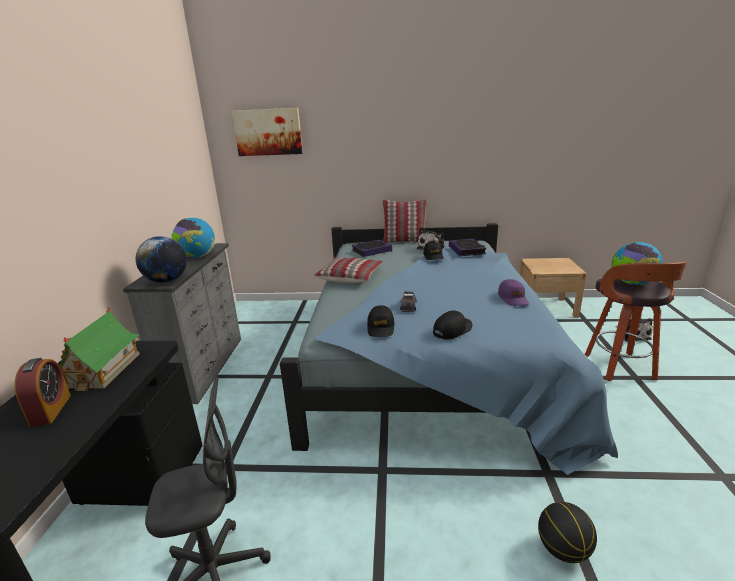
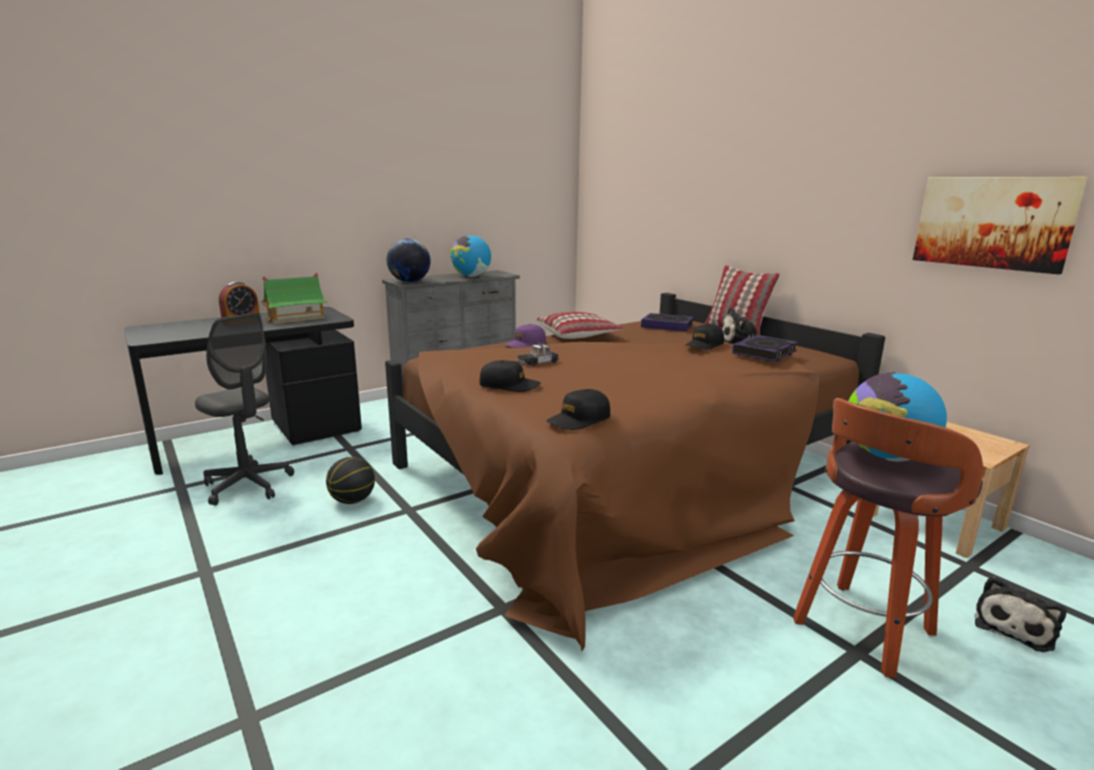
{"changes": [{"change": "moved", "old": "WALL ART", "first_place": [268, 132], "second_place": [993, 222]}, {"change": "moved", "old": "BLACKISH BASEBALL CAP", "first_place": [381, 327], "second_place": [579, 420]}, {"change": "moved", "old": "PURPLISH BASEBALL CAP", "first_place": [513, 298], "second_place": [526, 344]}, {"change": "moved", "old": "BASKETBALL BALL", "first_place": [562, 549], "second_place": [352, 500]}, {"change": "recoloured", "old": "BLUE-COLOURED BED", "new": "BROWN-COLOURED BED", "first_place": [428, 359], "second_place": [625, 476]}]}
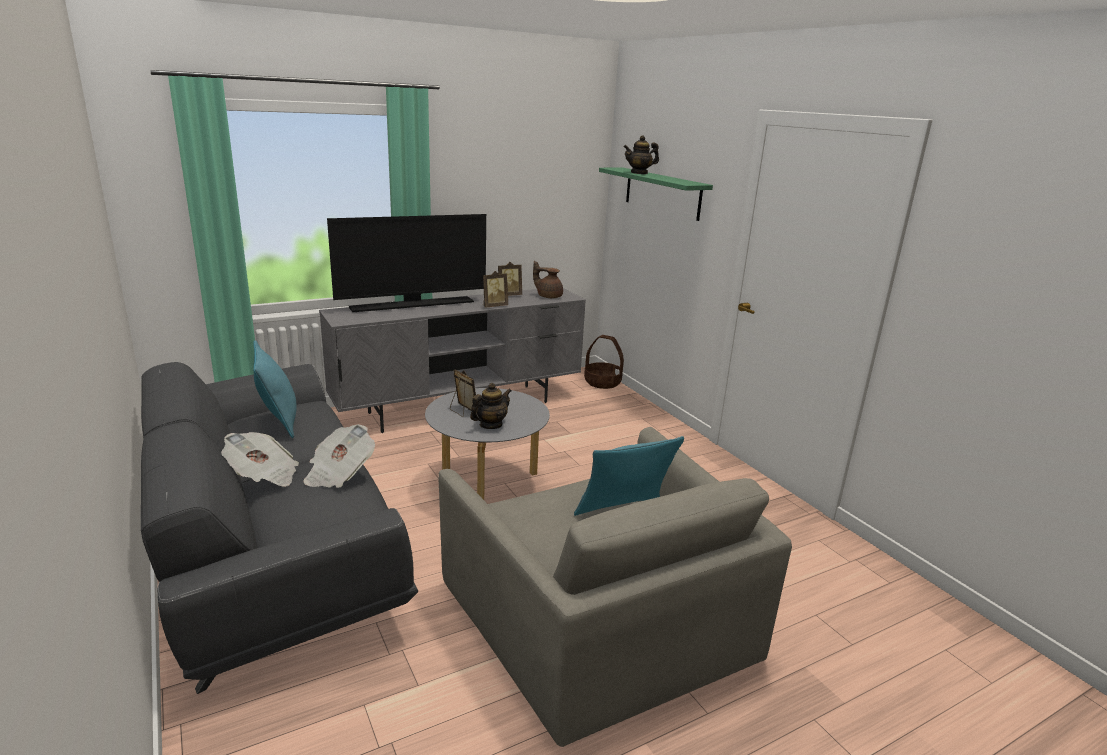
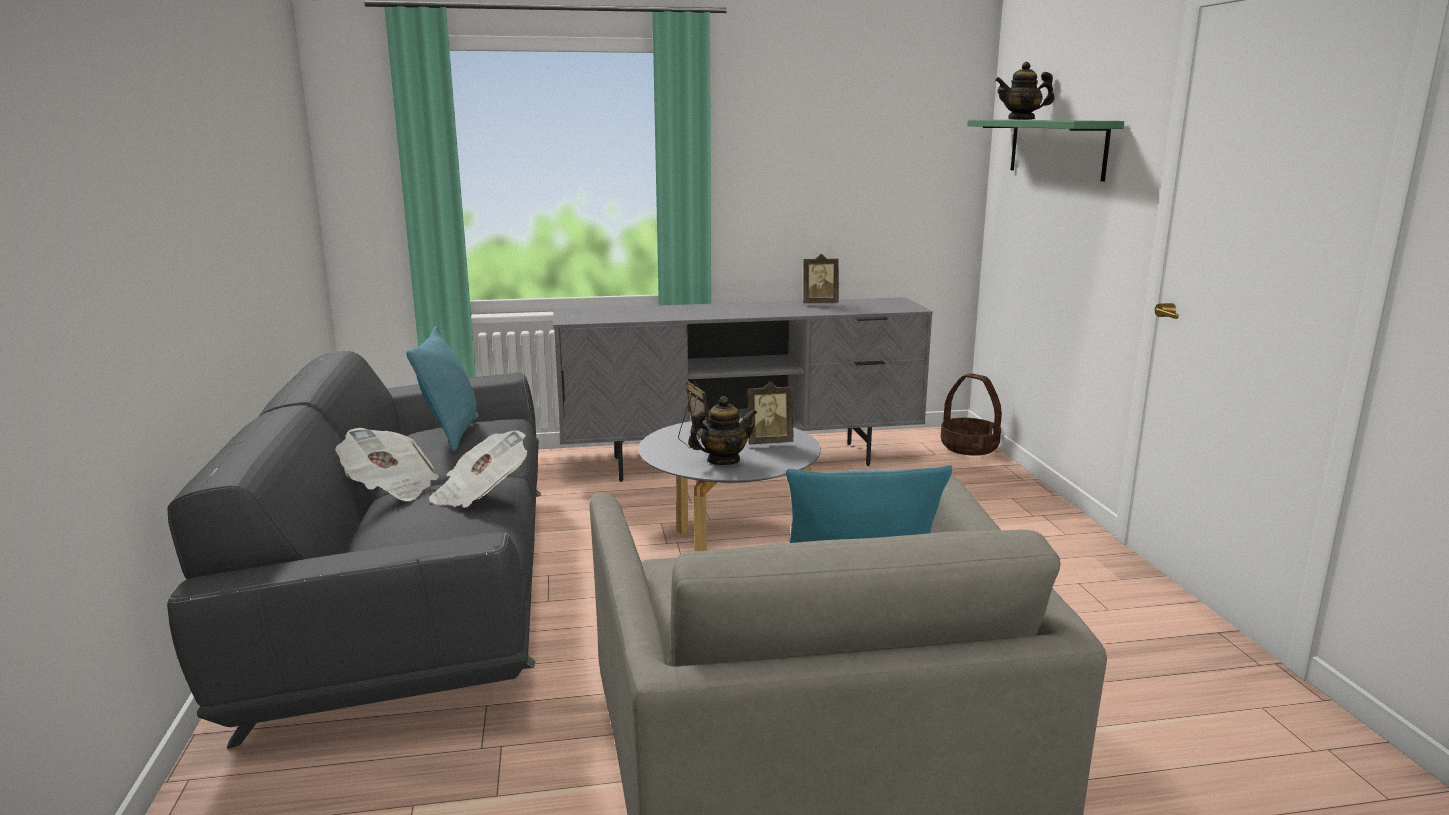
{"changes": [{"change": "removed", "old": "TV", "first_place": [413, 305]}, {"change": "removed", "old": "BROWN-COLOURED TEA POT", "first_place": [548, 296]}, {"change": "moved", "old": "PICTURE FRAME", "first_place": [494, 306], "second_place": [768, 442]}]}
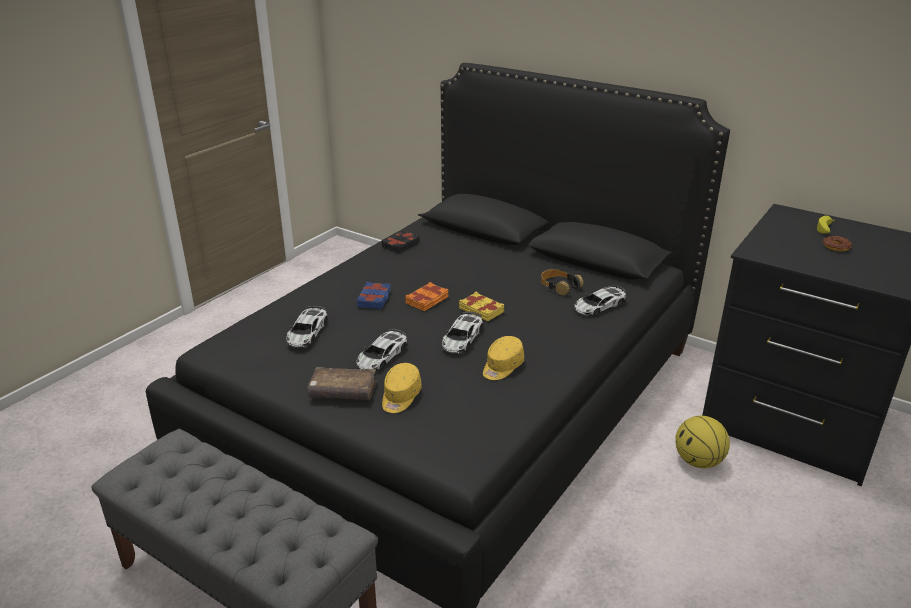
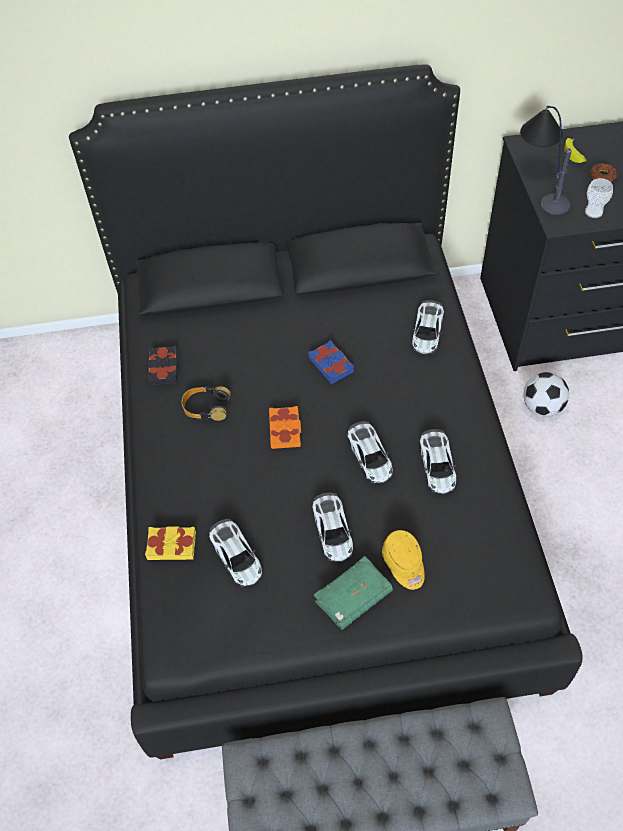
{"changes": [{"change": "added", "new": "TABLE LAMP", "second_place": [540, 185]}, {"change": "added", "new": "CUP", "second_place": [593, 212]}, {"change": "moved", "old": "BLUE-COLOURED BOUND BOOK", "first_place": [374, 299], "second_place": [331, 364]}, {"change": "moved", "old": "YELLOWISH BOUND BOOK", "first_place": [481, 310], "second_place": [171, 545]}, {"change": "moved", "old": "PAIR OF HEADPHONES", "first_place": [559, 286], "second_place": [206, 407]}, {"change": "replaced", "old": "YELLOWISH BASEBALL CAP", "new": "MODEL CAR", "first_place": [502, 367], "second_place": [437, 465]}, {"change": "replaced", "old": "BASKETBALL BALL", "new": "BALL FOR FOOTBALL", "first_place": [698, 461], "second_place": [542, 407]}, {"change": "recoloured", "old": "BROWN-COLOURED BOUND BOOK", "new": "GREEN BOUND BOOK", "first_place": [343, 392], "second_place": [353, 597]}]}
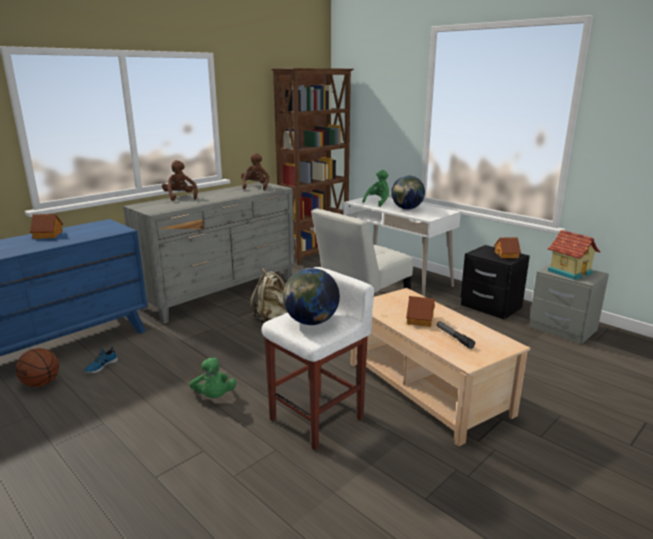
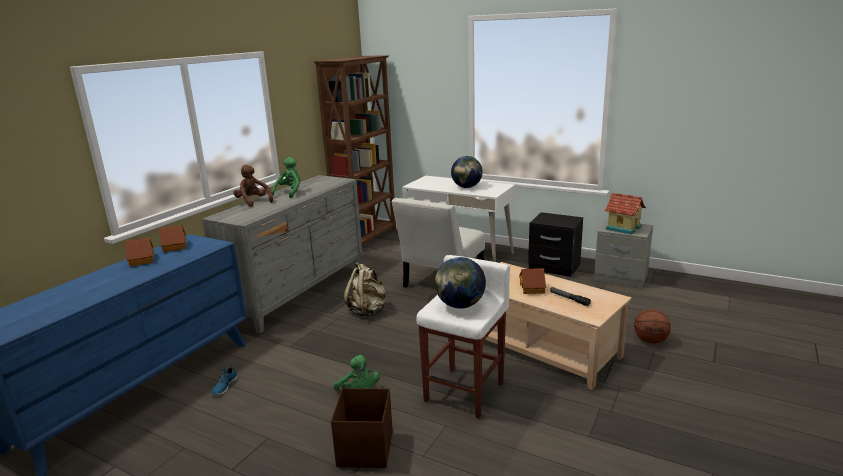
{"changes": [{"change": "removed", "old": "BROWN-COLOURED PLUSH TOY", "first_place": [255, 187]}, {"change": "added", "new": "BROWN-COLOURED STORAGE BIN", "second_place": [364, 450]}, {"change": "moved", "old": "BASKETBALL BALL", "first_place": [41, 383], "second_place": [650, 340]}, {"change": "moved", "old": "GREEN PLUSH TOY", "first_place": [378, 202], "second_place": [290, 193]}, {"change": "moved", "old": "MODEL HOUSE", "first_place": [506, 255], "second_place": [175, 246]}]}
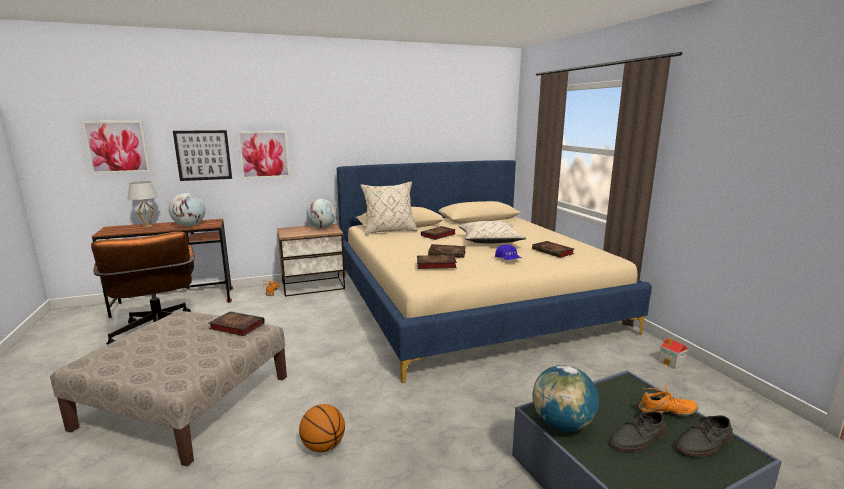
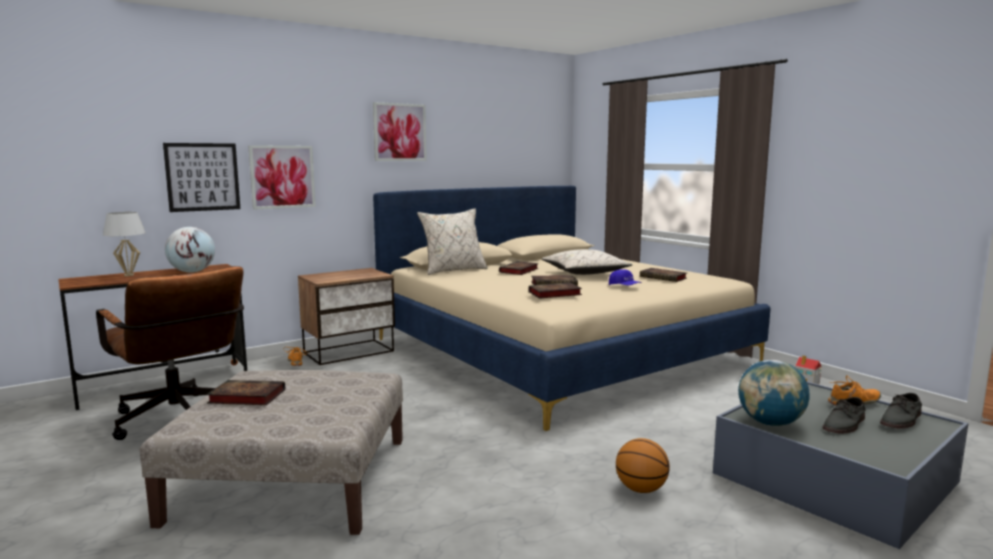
{"changes": [{"change": "removed", "old": "WORLD GLOBE", "first_place": [322, 228]}, {"change": "moved", "old": "WALL ART", "first_place": [117, 147], "second_place": [399, 132]}, {"change": "moved", "old": "BOUND BOOK", "first_place": [235, 326], "second_place": [245, 397]}, {"change": "moved", "old": "BASKETBALL BALL", "first_place": [323, 446], "second_place": [641, 489]}]}
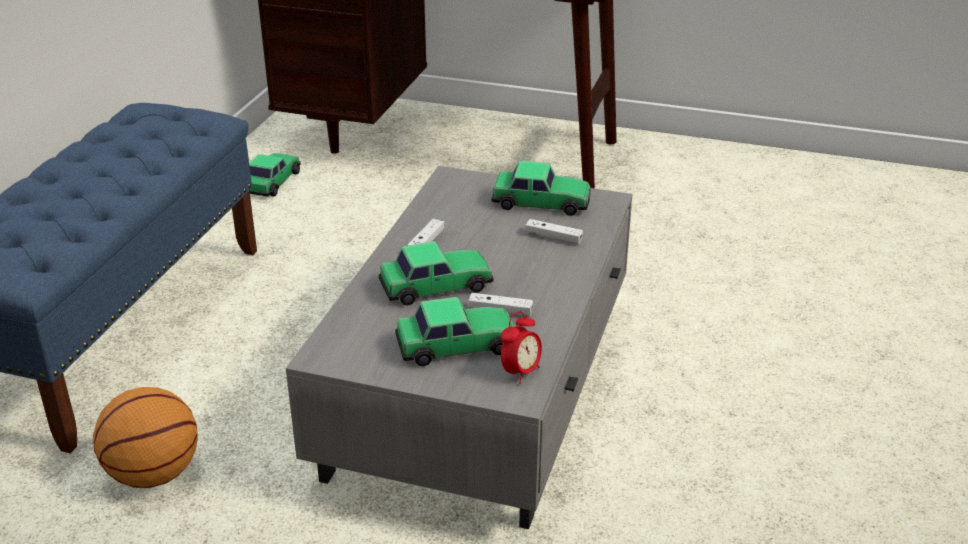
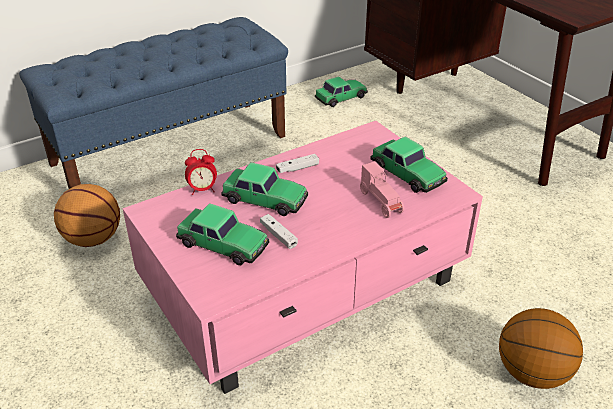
{"changes": [{"change": "added", "new": "BASKETBALL BALL", "second_place": [532, 373]}, {"change": "moved", "old": "ALARM CLOCK", "first_place": [520, 372], "second_place": [202, 190]}, {"change": "replaced", "old": "WHITE-COLOURED GAMEPAD", "new": "PINK MODEL CAR", "first_place": [553, 237], "second_place": [381, 202]}, {"change": "recoloured", "old": "GREY LOUNGE TABLE", "new": "PINK LOUNGE TABLE", "first_place": [482, 387], "second_place": [307, 285]}]}
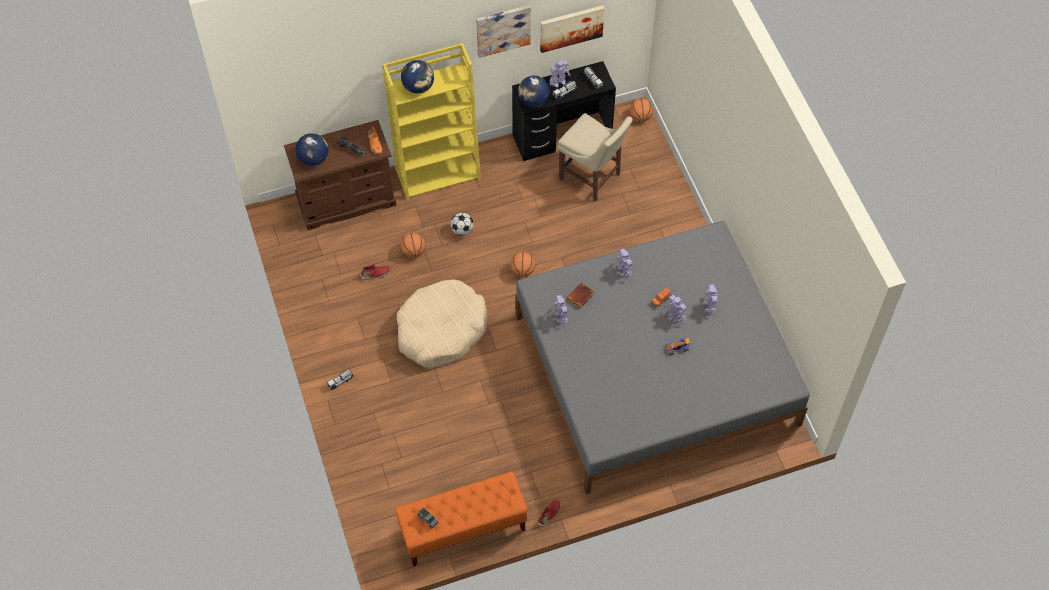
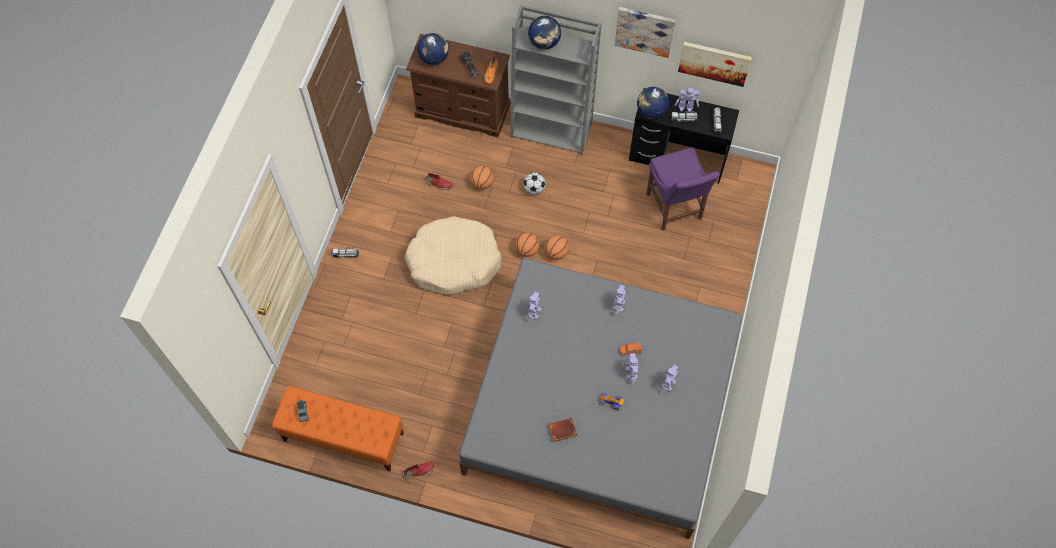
{"changes": [{"change": "moved", "old": "BROWN-COLOURED BOUND BOOK", "first_place": [580, 297], "second_place": [562, 432]}, {"change": "moved", "old": "BASKETBALL BALL", "first_place": [640, 117], "second_place": [527, 250]}, {"change": "recoloured", "old": "YELLOWISH SHELVING UNIT", "new": "GREY SHELVING UNIT", "first_place": [438, 172], "second_place": [552, 129]}, {"change": "recoloured", "old": "SAND-COLOURED UPRIGHT CHAIR", "new": "PURPLISH UPRIGHT CHAIR", "first_place": [592, 178], "second_place": [674, 209]}]}
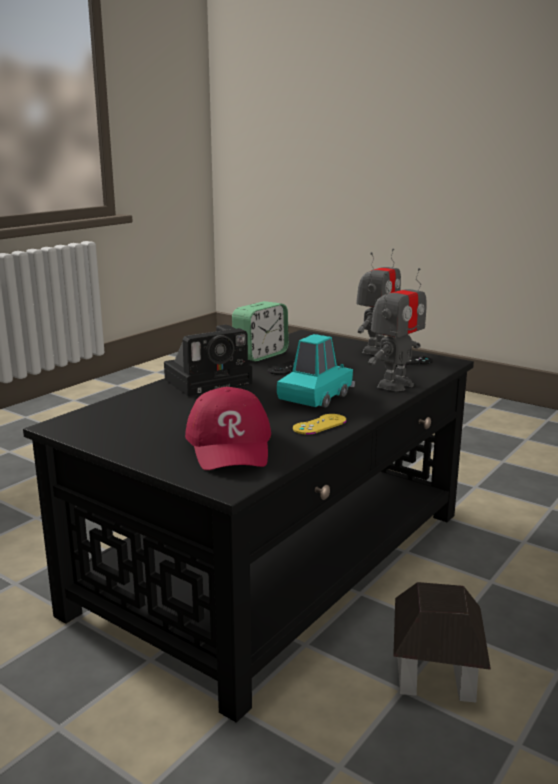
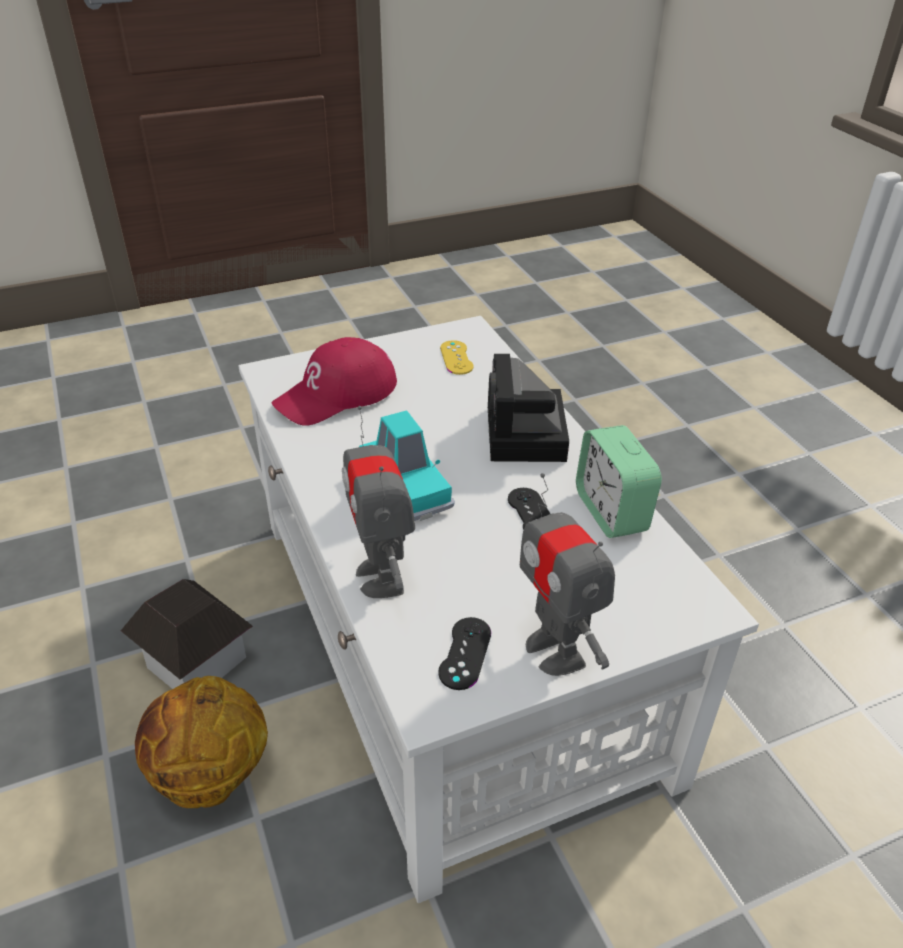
{"changes": [{"change": "added", "new": "BASKETBALL BALL", "second_place": [210, 775]}, {"change": "moved", "old": "YELLOWISH GAMEPAD", "first_place": [319, 424], "second_place": [456, 358]}, {"change": "recoloured", "old": "BLACKISH LOUNGE TABLE", "new": "WHITE-COLOURED LOUNGE TABLE", "first_place": [279, 560], "second_place": [451, 642]}, {"change": "turned", "old": "RED BASEBALL CAP", "first_place": [230, 445], "second_place": [337, 394], "degrees": -60}]}
